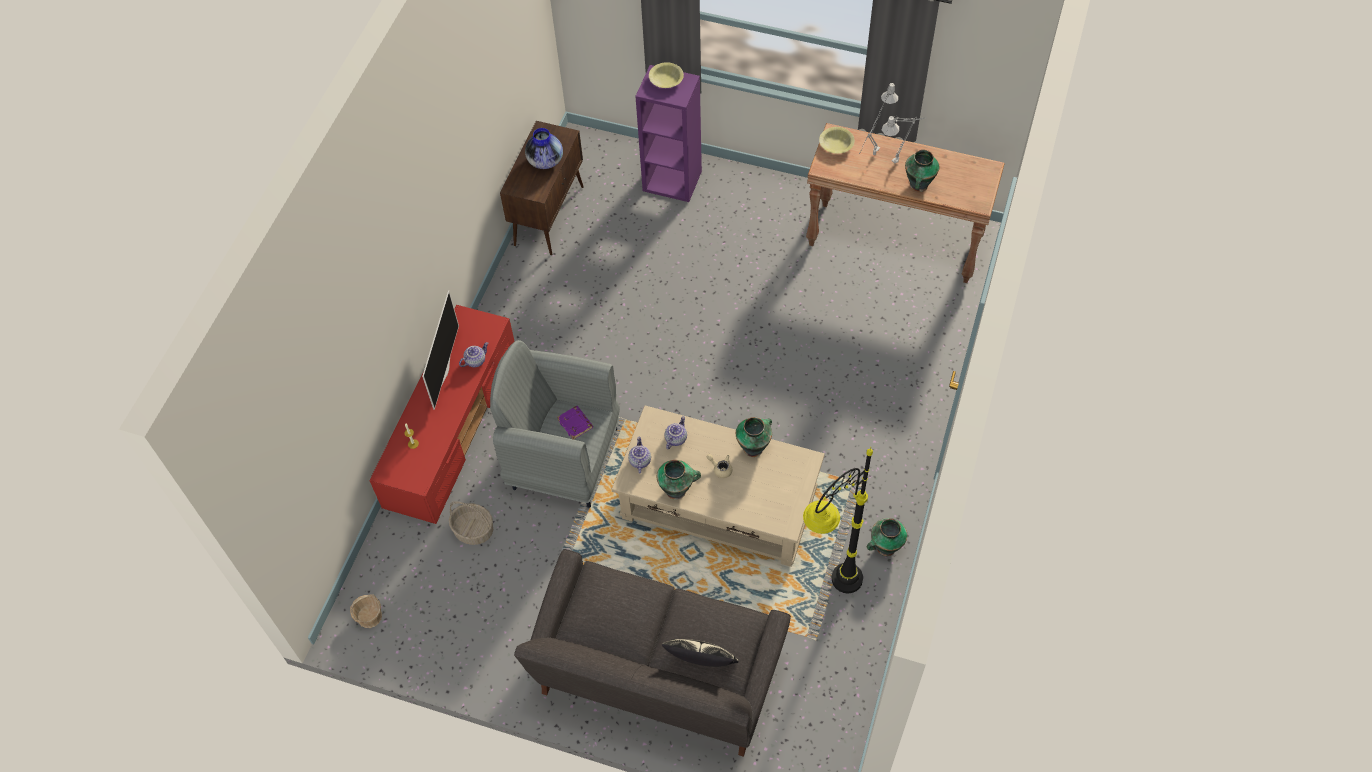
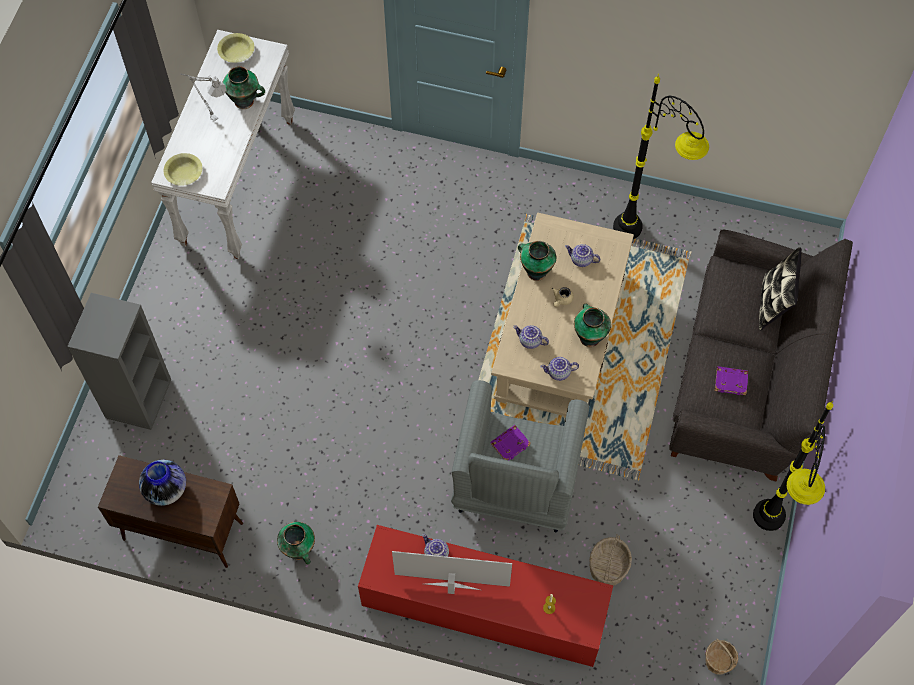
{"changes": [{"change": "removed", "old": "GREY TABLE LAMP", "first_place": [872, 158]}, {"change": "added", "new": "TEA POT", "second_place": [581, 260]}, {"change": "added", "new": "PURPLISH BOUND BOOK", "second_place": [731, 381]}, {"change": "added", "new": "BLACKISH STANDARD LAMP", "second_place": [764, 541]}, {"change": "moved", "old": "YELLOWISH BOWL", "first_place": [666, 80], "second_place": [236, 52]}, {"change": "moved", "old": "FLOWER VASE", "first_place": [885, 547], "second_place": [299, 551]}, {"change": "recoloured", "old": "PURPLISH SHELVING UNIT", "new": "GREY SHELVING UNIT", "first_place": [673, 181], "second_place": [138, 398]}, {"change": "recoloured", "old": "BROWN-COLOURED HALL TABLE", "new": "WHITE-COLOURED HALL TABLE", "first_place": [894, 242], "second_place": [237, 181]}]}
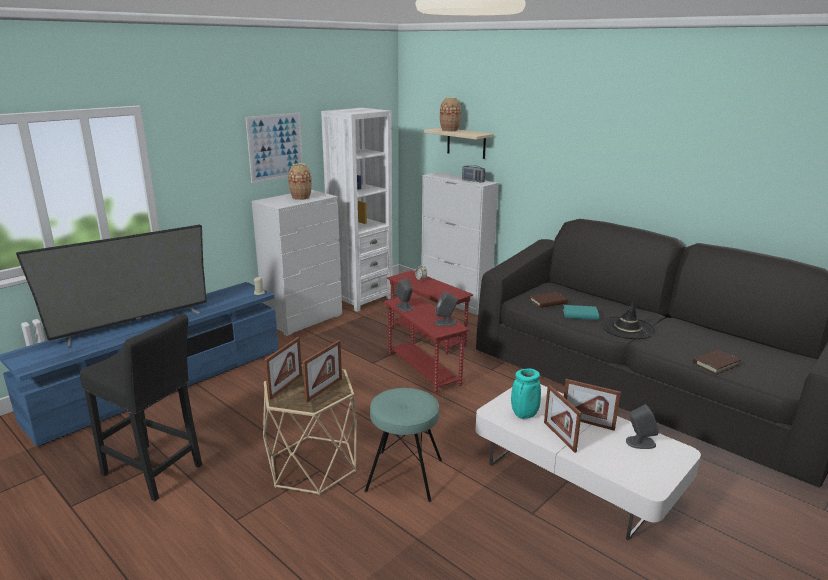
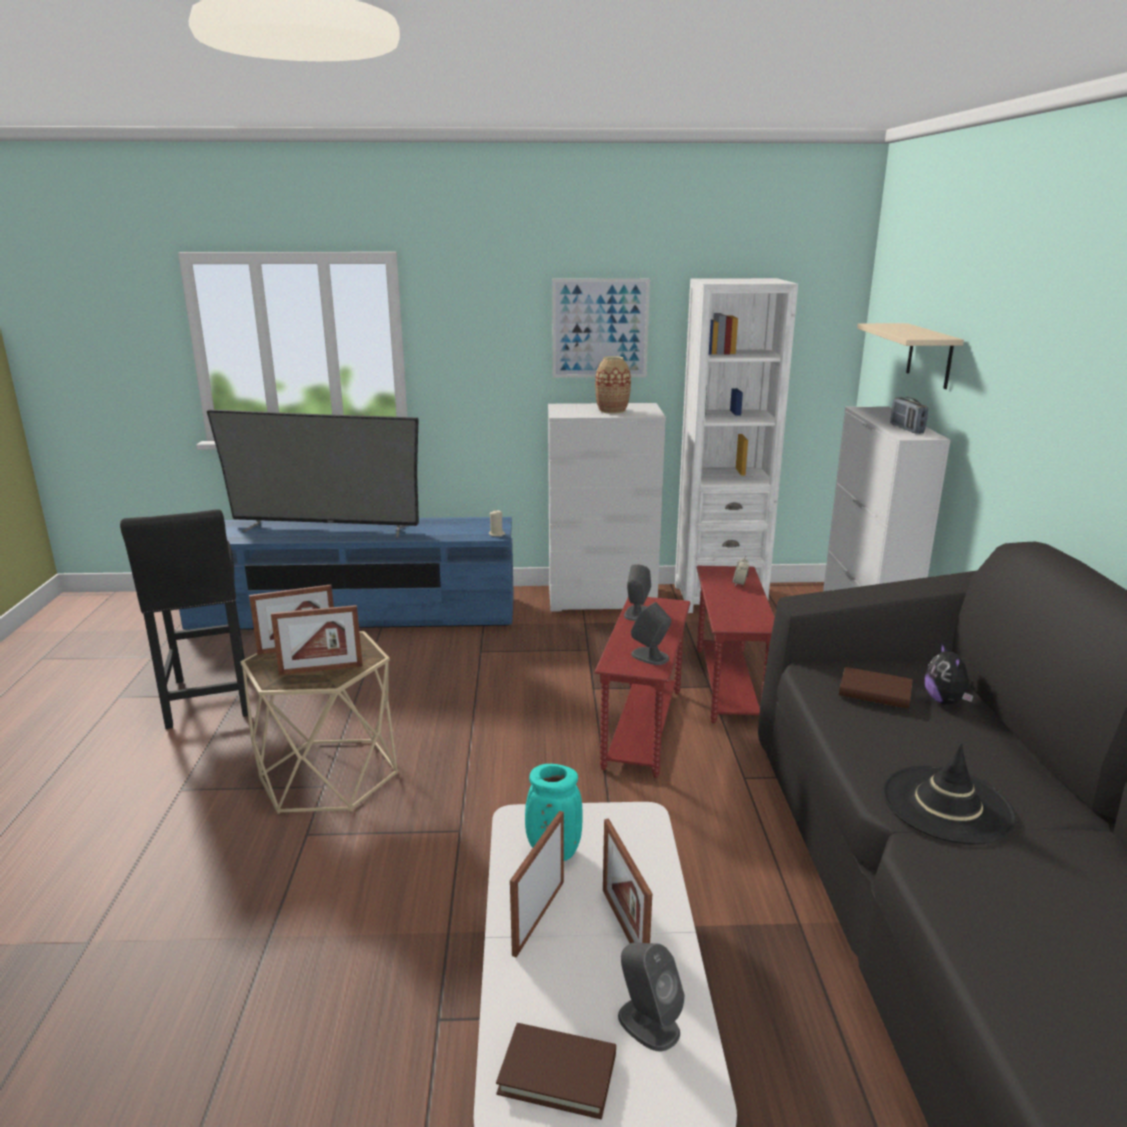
{"changes": [{"change": "removed", "old": "TURQUOISE-COLOURED STOOL SEAT", "first_place": [404, 475]}, {"change": "removed", "old": "FLOWER VASE", "first_place": [450, 130]}, {"change": "removed", "old": "TURQUOISE-COLOURED BOUND BOOK", "first_place": [580, 314]}, {"change": "added", "new": "PLUSH TOY", "second_place": [945, 701]}, {"change": "moved", "old": "BROWN-COLOURED BOUND BOOK", "first_place": [716, 364], "second_place": [557, 1073]}]}
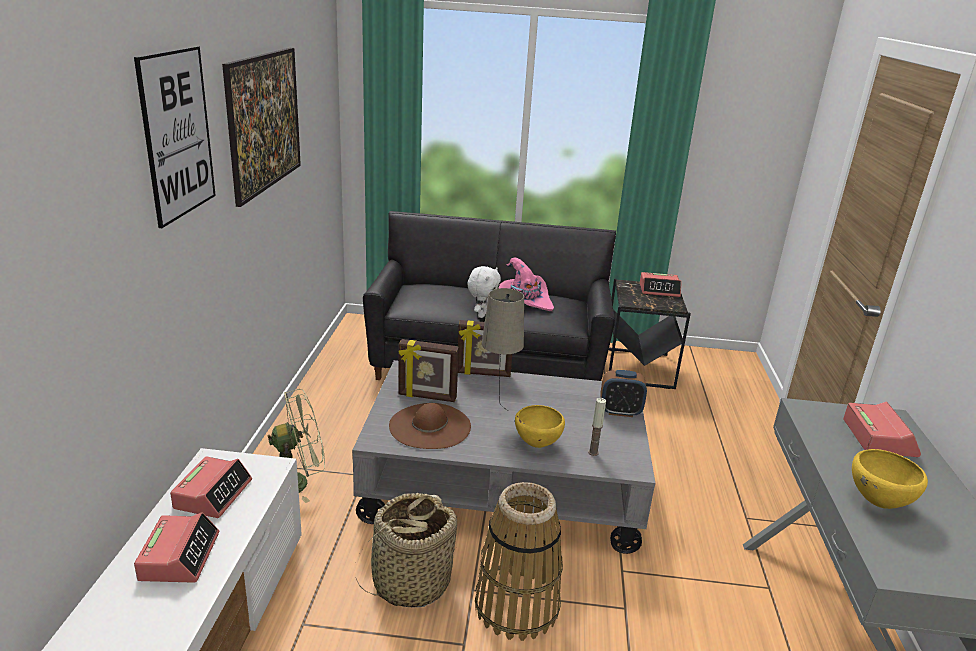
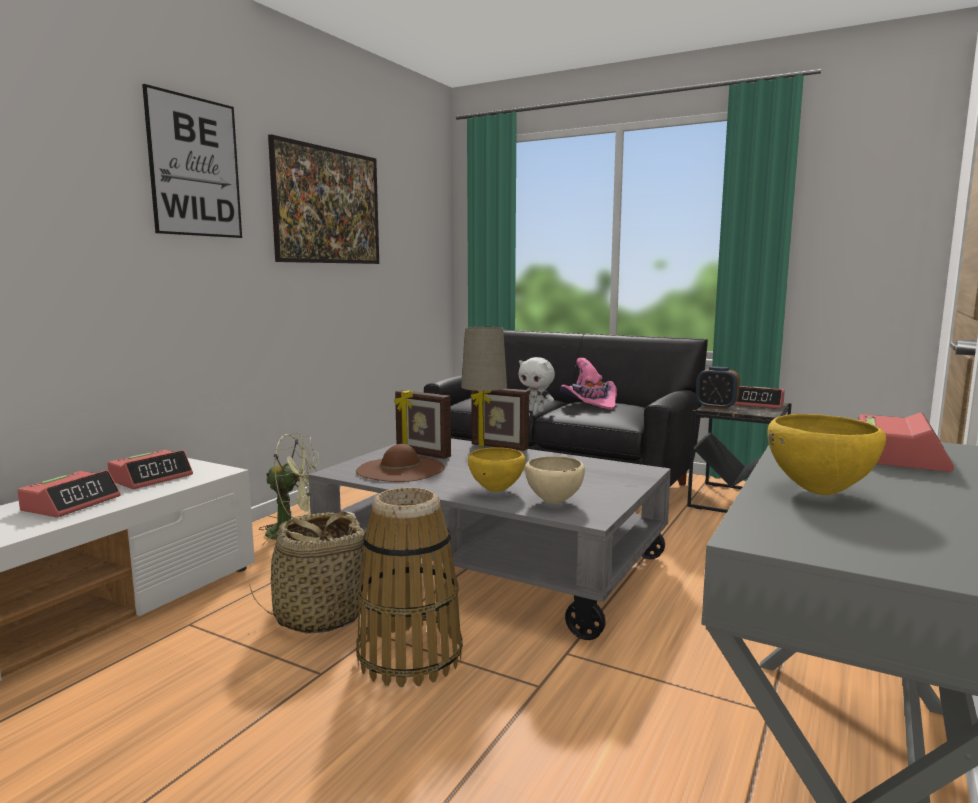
{"changes": [{"change": "moved", "old": "ALARM CLOCK", "first_place": [620, 411], "second_place": [716, 407]}, {"change": "replaced", "old": "WAX CANDLE", "new": "SAND-COLOURED BOWL", "first_place": [593, 452], "second_place": [554, 502]}, {"change": "turned", "old": "WHITE-COLOURED PLUSH TOY", "first_place": [482, 315], "second_place": [536, 411], "degrees": 75}]}
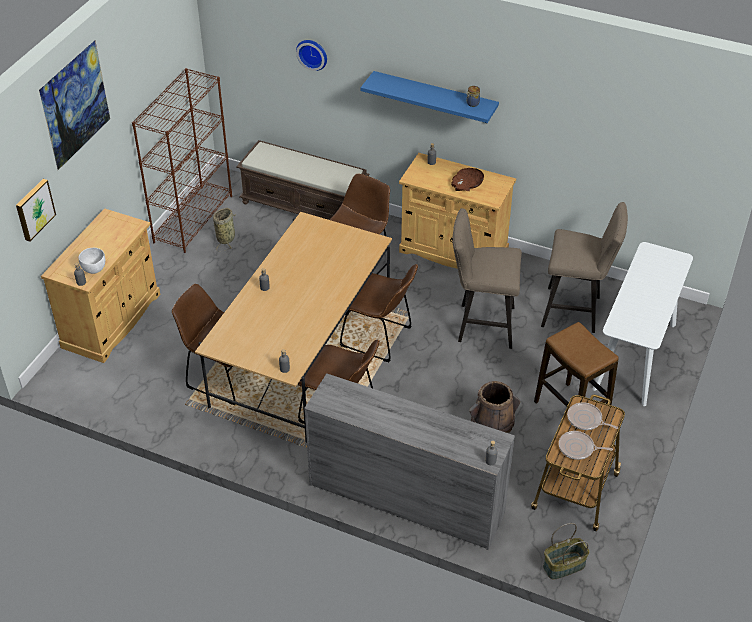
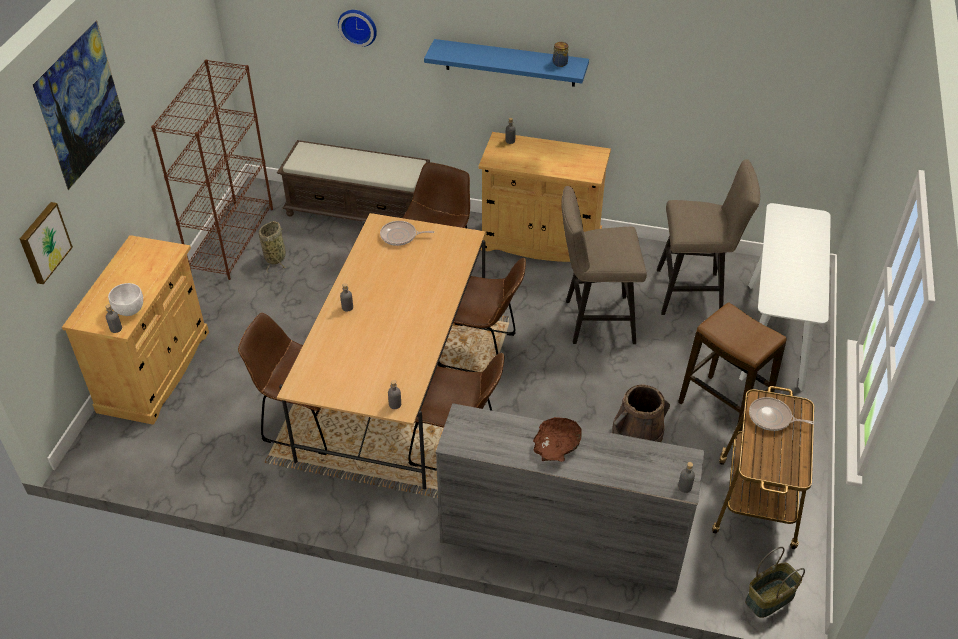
{"changes": [{"change": "moved", "old": "BROWN-COLOURED BOWL", "first_place": [467, 184], "second_place": [556, 445]}, {"change": "moved", "old": "SKILLET", "first_place": [578, 448], "second_place": [400, 236]}]}
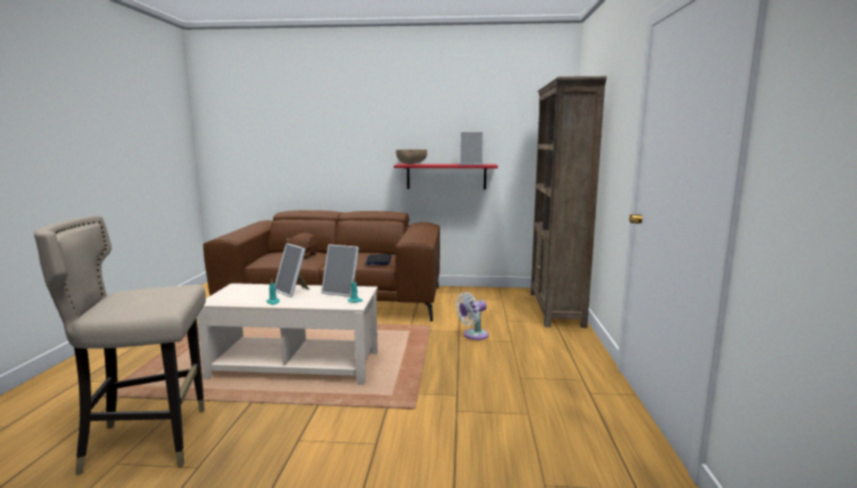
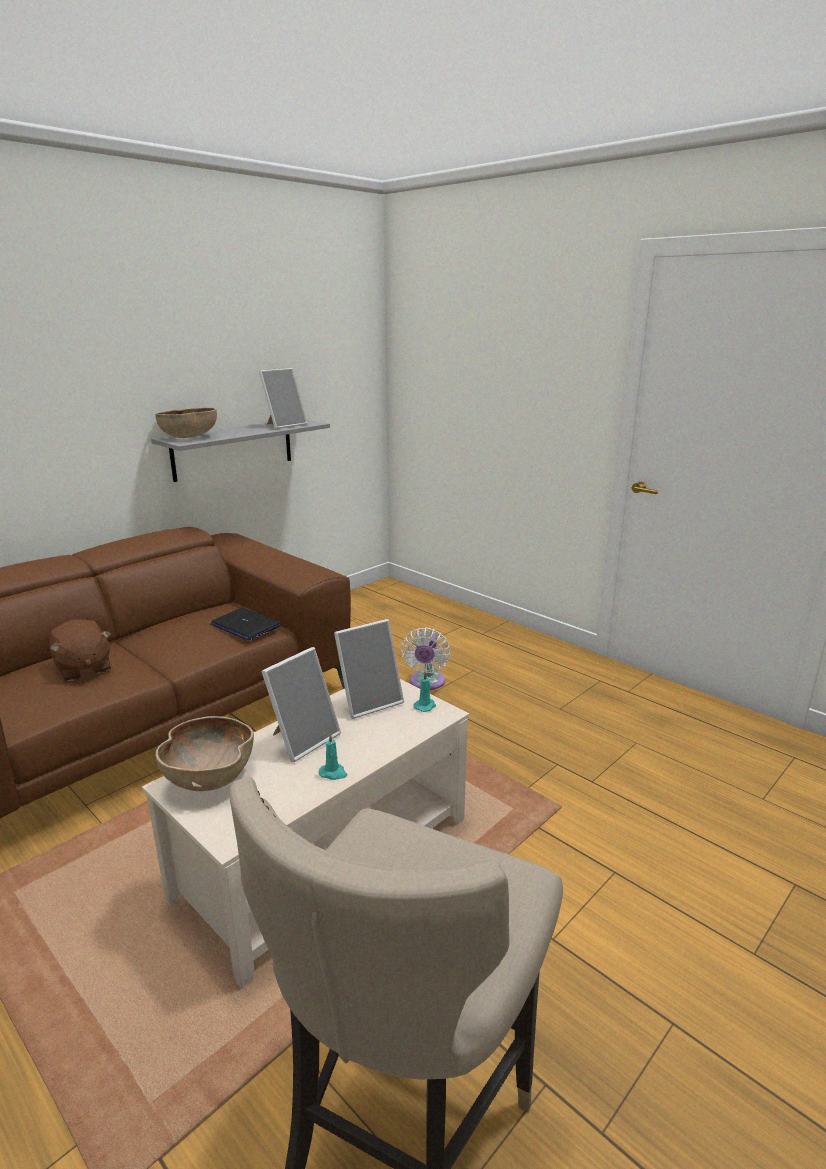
{"changes": [{"change": "removed", "old": "BROWN-COLOURED SHELVING UNIT", "first_place": [556, 309]}, {"change": "added", "new": "BROWN-COLOURED BOWL", "second_place": [209, 777]}, {"change": "recoloured", "old": "RED BRACKET SHELF", "new": "GREY BRACKET SHELF", "first_place": [446, 176], "second_place": [233, 449]}, {"change": "turned", "old": "PICTURE FRAME", "first_place": [293, 291], "second_place": [302, 739], "degrees": -45}]}
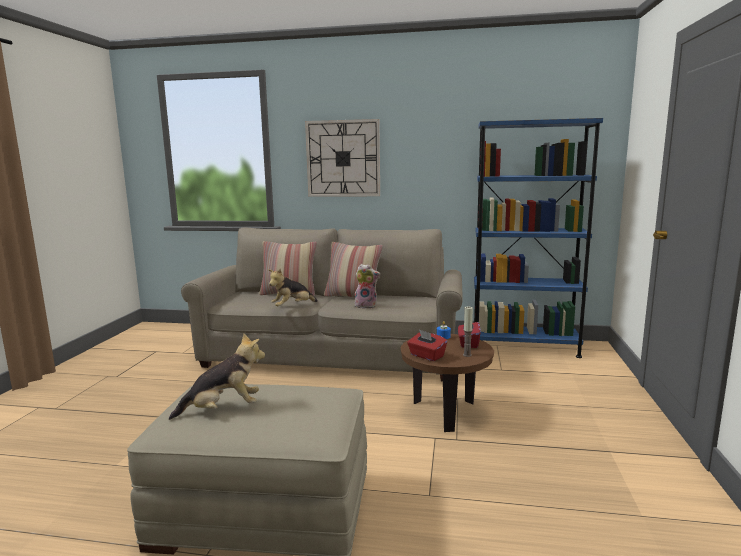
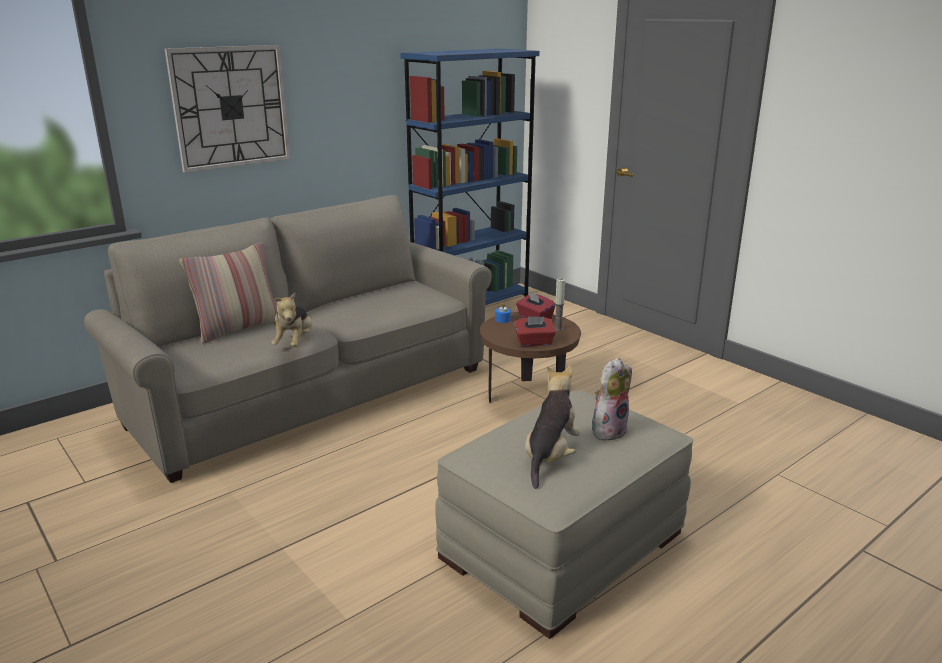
{"changes": [{"change": "removed", "old": "THROW PILLOW", "first_place": [353, 297]}, {"change": "moved", "old": "PLUSH TOY", "first_place": [366, 306], "second_place": [608, 430]}]}
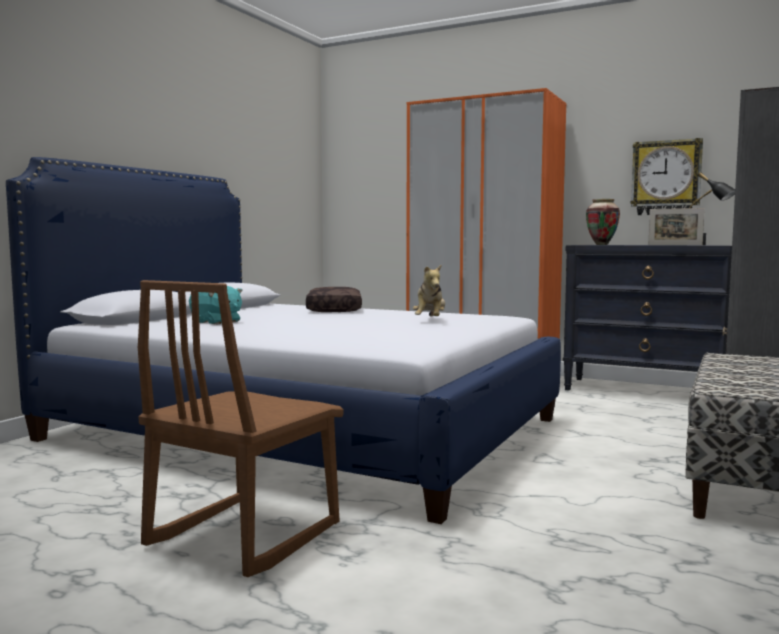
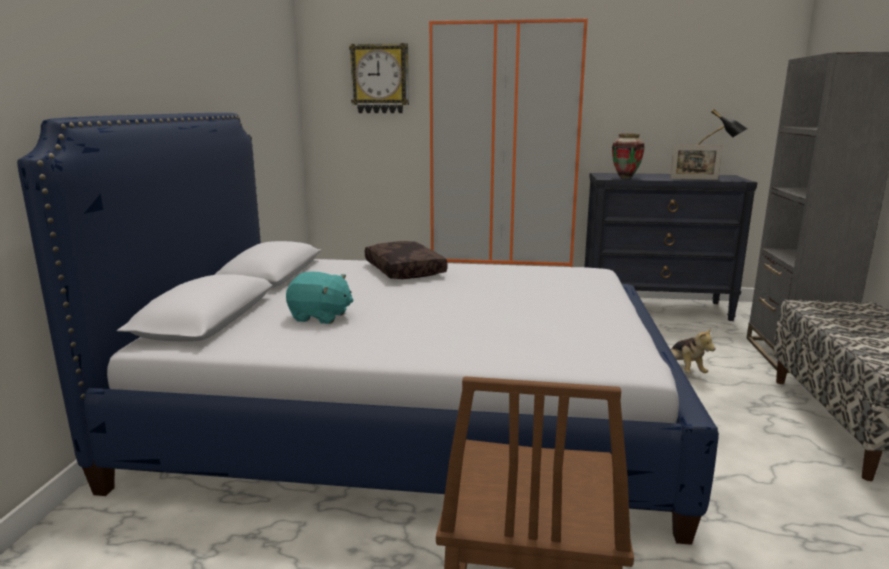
{"changes": [{"change": "moved", "old": "PLUSH TOY", "first_place": [430, 320], "second_place": [684, 370]}, {"change": "moved", "old": "CLOCK ON THE WALL", "first_place": [666, 178], "second_place": [380, 79]}]}
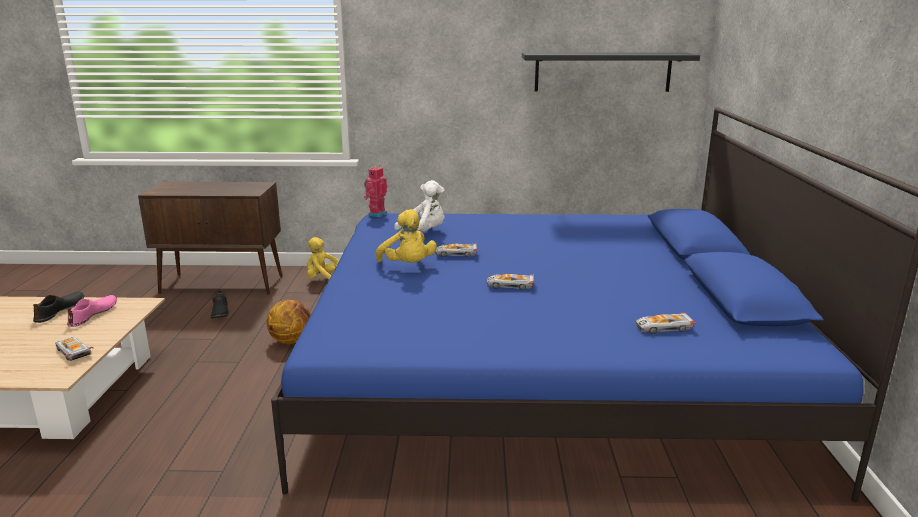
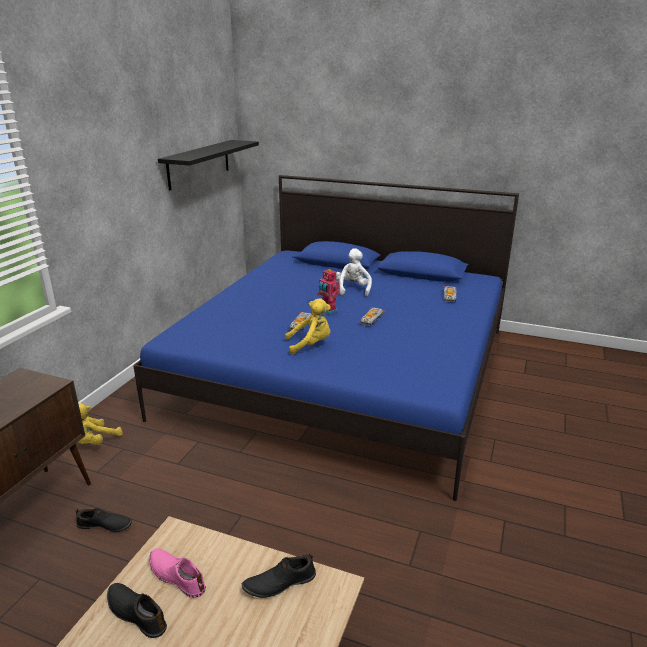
{"changes": [{"change": "removed", "old": "BASKETBALL BALL", "first_place": [291, 340]}, {"change": "moved", "old": "ROBOT FIGURE", "first_place": [376, 214], "second_place": [328, 311]}, {"change": "moved", "old": "WHITE-COLOURED PLUSH TOY", "first_place": [423, 234], "second_place": [353, 289]}, {"change": "replaced", "old": "MODEL CAR", "new": "BLACKISH ITEM OF FOOTWEAR", "first_place": [73, 352], "second_place": [279, 582]}]}
